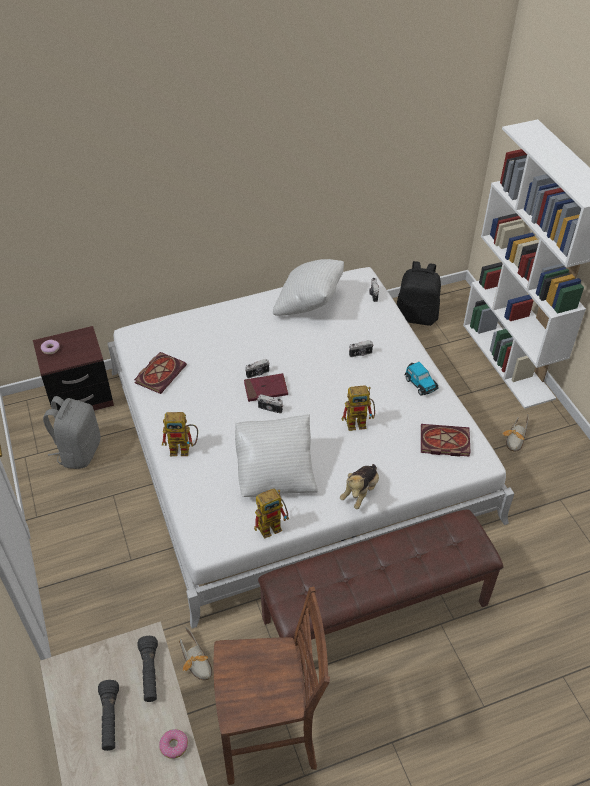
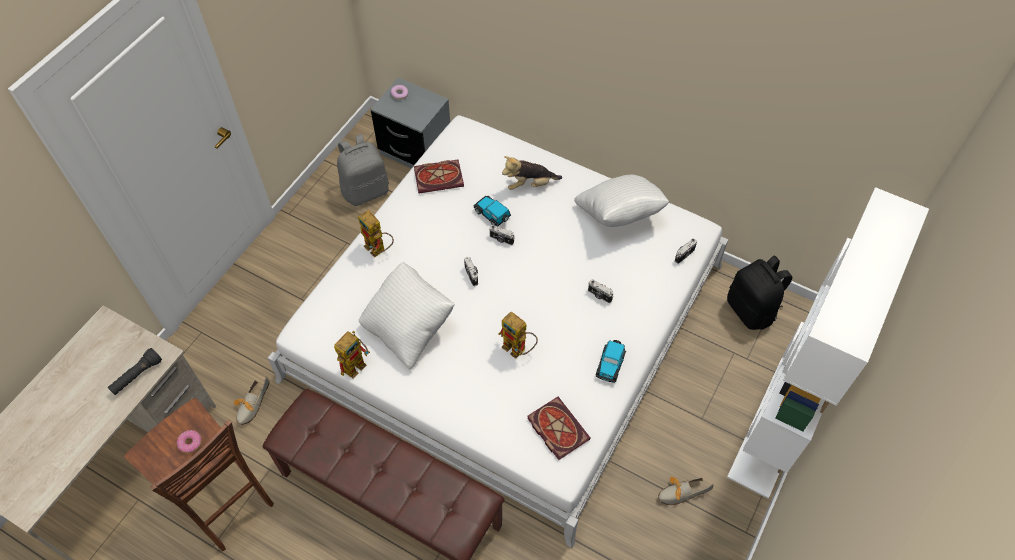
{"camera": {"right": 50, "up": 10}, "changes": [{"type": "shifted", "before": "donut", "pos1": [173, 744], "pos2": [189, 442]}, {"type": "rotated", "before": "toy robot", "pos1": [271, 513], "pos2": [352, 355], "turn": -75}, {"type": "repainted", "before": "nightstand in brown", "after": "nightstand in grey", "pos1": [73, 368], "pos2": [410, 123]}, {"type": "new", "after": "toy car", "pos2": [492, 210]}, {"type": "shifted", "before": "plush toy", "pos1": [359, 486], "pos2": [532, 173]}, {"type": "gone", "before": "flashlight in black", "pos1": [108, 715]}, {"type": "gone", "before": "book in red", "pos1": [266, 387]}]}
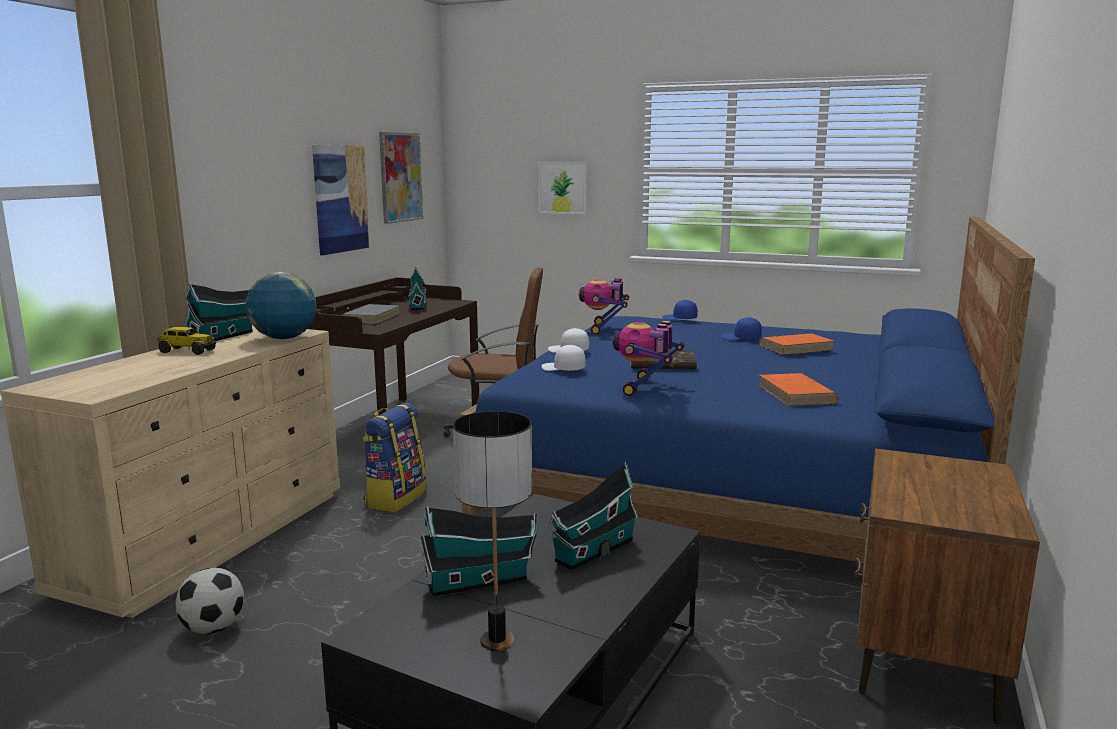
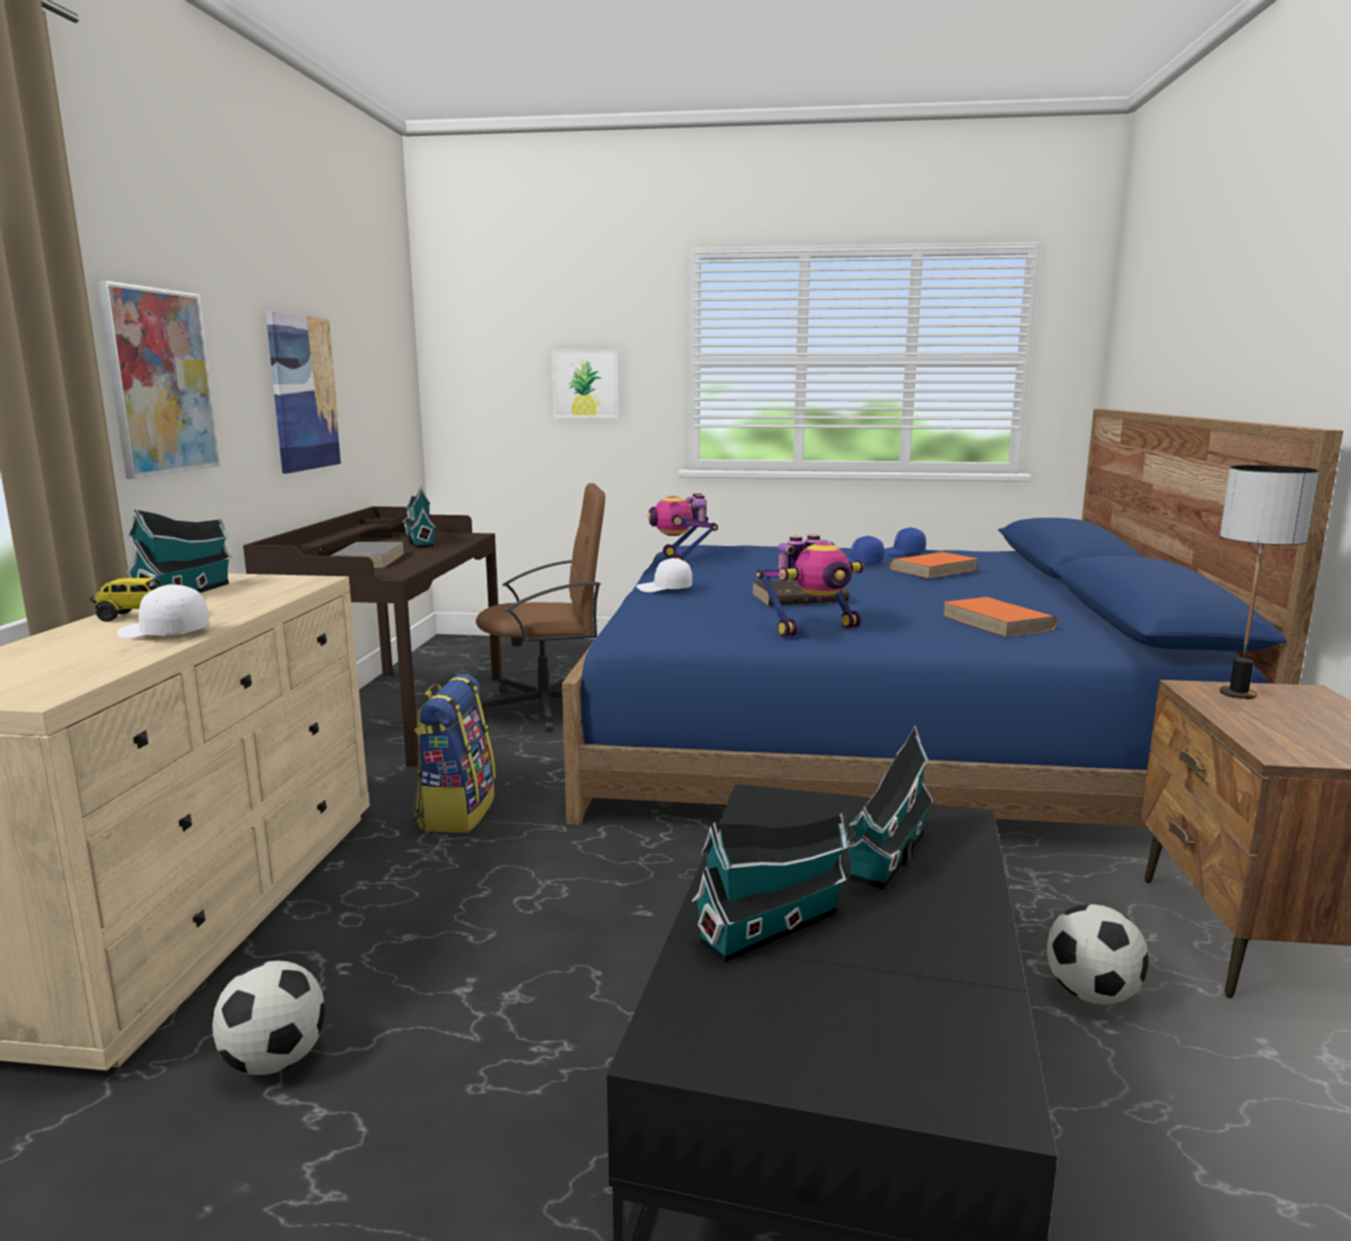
{"camera": {"right": -15, "up": 0}, "changes": [{"type": "shifted", "before": "picture", "pos1": [401, 178], "pos2": [158, 379]}, {"type": "shifted", "before": "cap in white", "pos1": [564, 358], "pos2": [163, 611]}, {"type": "rotated", "before": "toy robot", "pos1": [649, 358], "pos2": [810, 585], "turn": -120}, {"type": "shifted", "before": "cap in blue", "pos1": [680, 310], "pos2": [905, 541]}, {"type": "new", "after": "football", "pos2": [1098, 954]}, {"type": "shifted", "before": "table lamp", "pos1": [492, 531], "pos2": [1269, 582]}, {"type": "gone", "before": "globe", "pos1": [281, 305]}]}
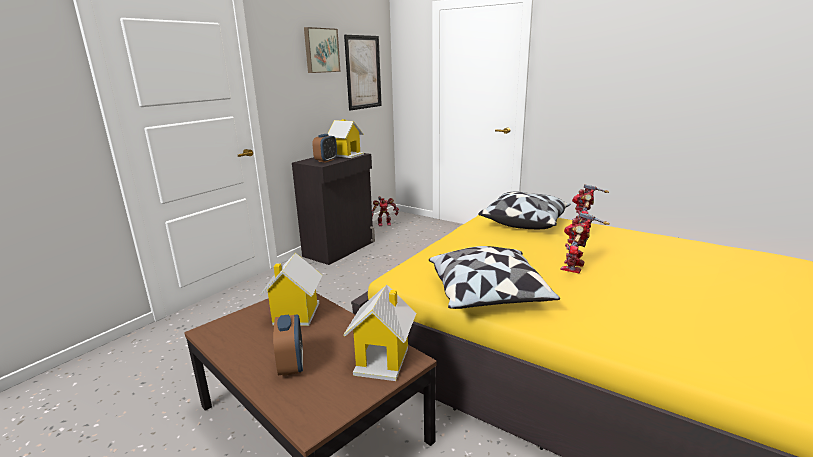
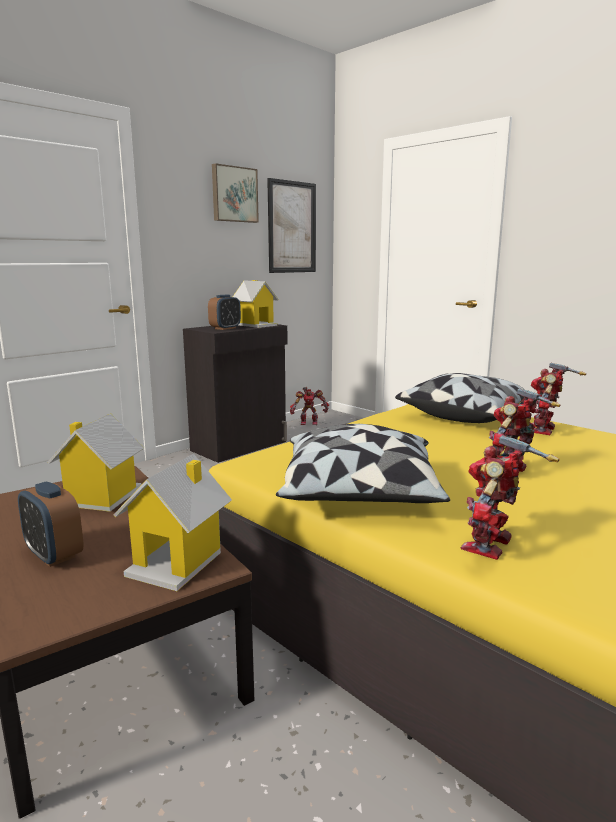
{"camera": {"right": 10, "up": -5}, "changes": [{"type": "rotated", "before": "alarm clock", "pos1": [288, 345], "pos2": [51, 524], "turn": 135}, {"type": "new", "after": "toy robot", "pos2": [509, 497]}]}
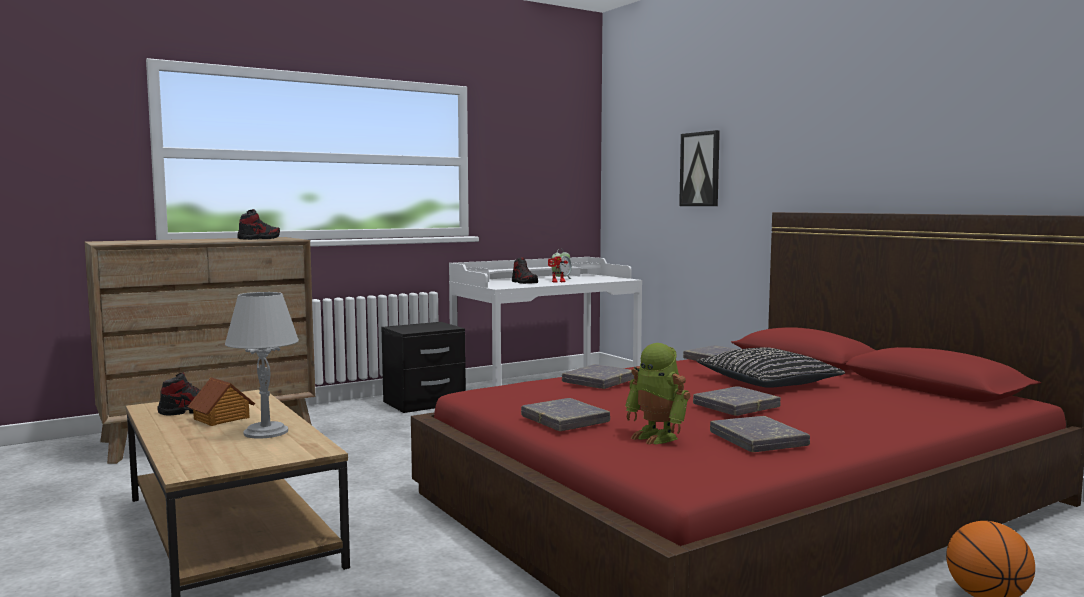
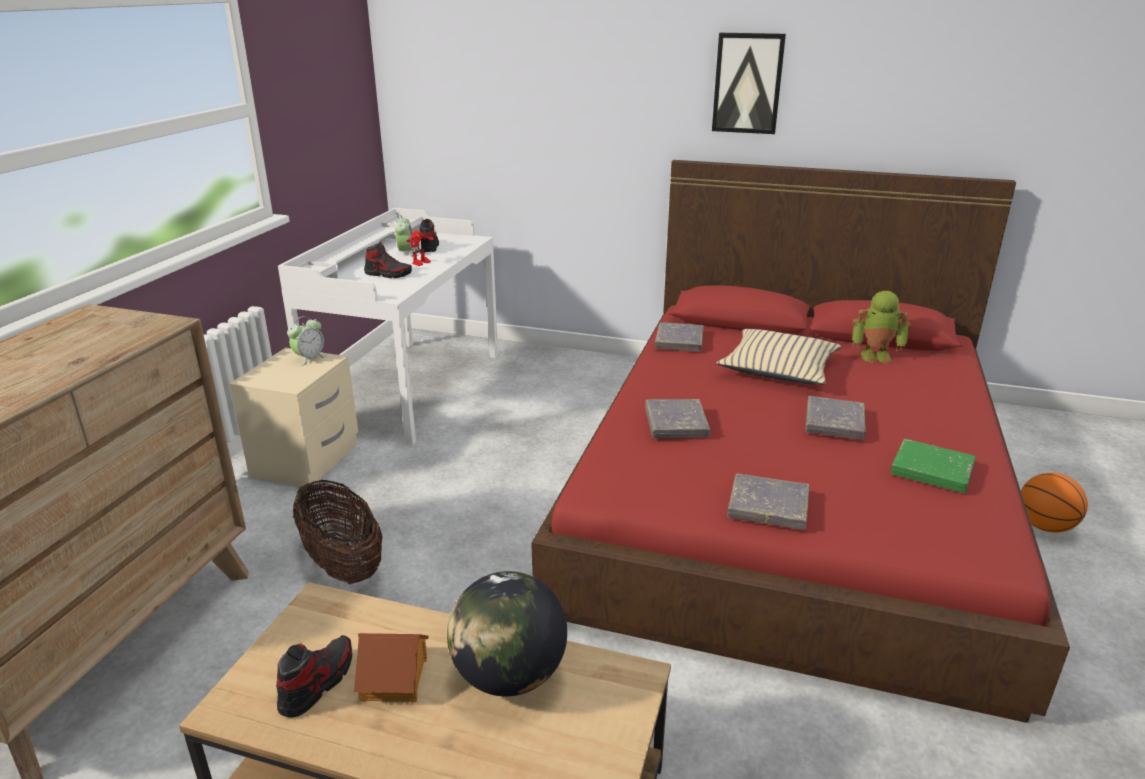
{"camera": {"right": -40, "up": 20}, "changes": [{"type": "repainted", "before": "nightstand in black", "after": "nightstand in beige", "pos1": [424, 367], "pos2": [294, 417]}, {"type": "new", "after": "alarm clock", "pos2": [307, 341]}, {"type": "new", "after": "basket", "pos2": [338, 531]}, {"type": "shifted", "before": "shoe", "pos1": [258, 224], "pos2": [429, 235]}, {"type": "swapped", "before": "table lamp in grey", "after": "globe", "pos1": [262, 365], "pos2": [507, 634]}, {"type": "shifted", "before": "picture", "pos1": [699, 168], "pos2": [749, 83]}, {"type": "repainted", "before": "pillow in black", "after": "pillow in beige", "pos1": [770, 367], "pos2": [779, 357]}, {"type": "shifted", "before": "toy robot", "pos1": [657, 394], "pos2": [881, 327]}, {"type": "repainted", "before": "book in grey", "after": "book in green", "pos1": [760, 434], "pos2": [933, 466]}]}
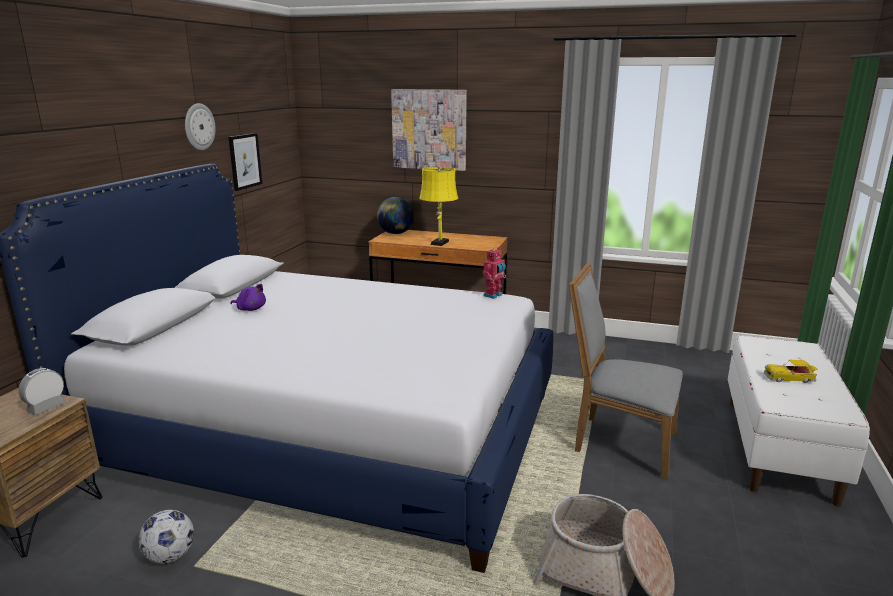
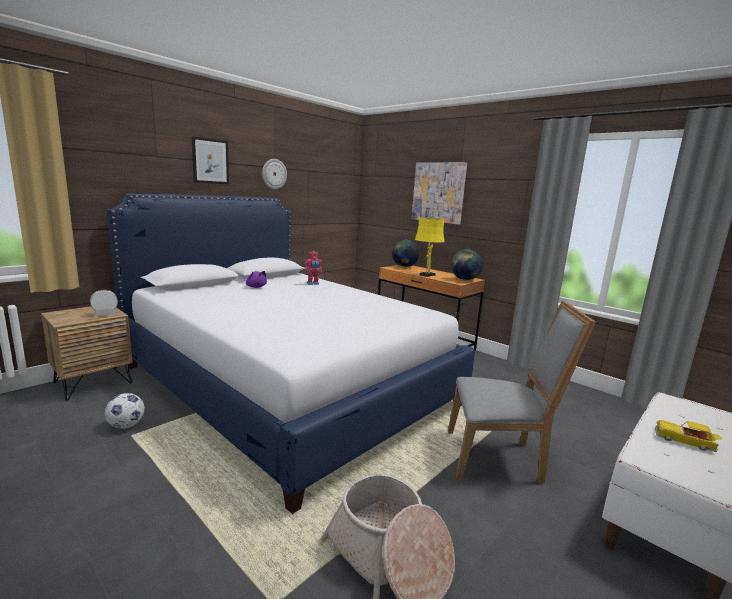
{"camera": {"right": 25, "up": -5}, "changes": [{"type": "shifted", "before": "picture", "pos1": [245, 162], "pos2": [210, 160]}, {"type": "shifted", "before": "toy robot", "pos1": [494, 273], "pos2": [313, 268]}, {"type": "rotated", "before": "chair in grey", "pos1": [626, 371], "pos2": [522, 392], "turn": 135}, {"type": "new", "after": "globe", "pos2": [467, 264]}]}
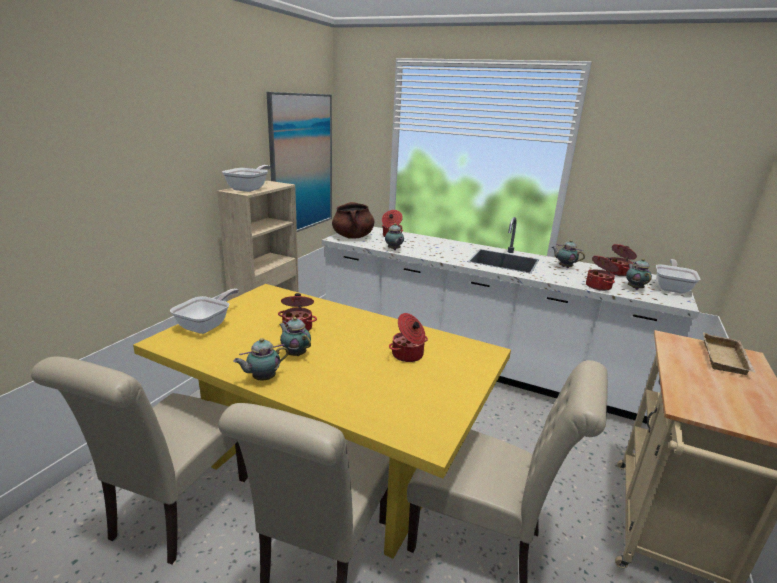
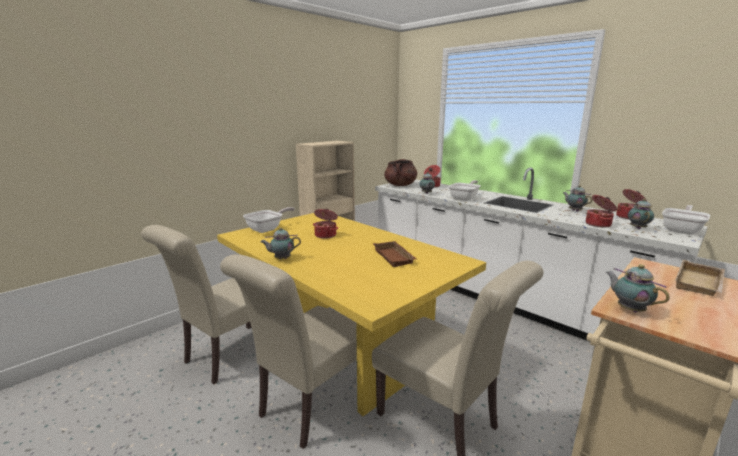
{"camera": {"right": 20, "up": -5}, "changes": [{"type": "swapped", "before": "cooking pot", "after": "tray in brown", "pos1": [408, 337], "pos2": [395, 254]}, {"type": "shifted", "before": "frying pan", "pos1": [246, 178], "pos2": [464, 190]}, {"type": "shifted", "before": "teapot", "pos1": [295, 336], "pos2": [638, 288]}, {"type": "gone", "before": "picture", "pos1": [299, 162]}]}
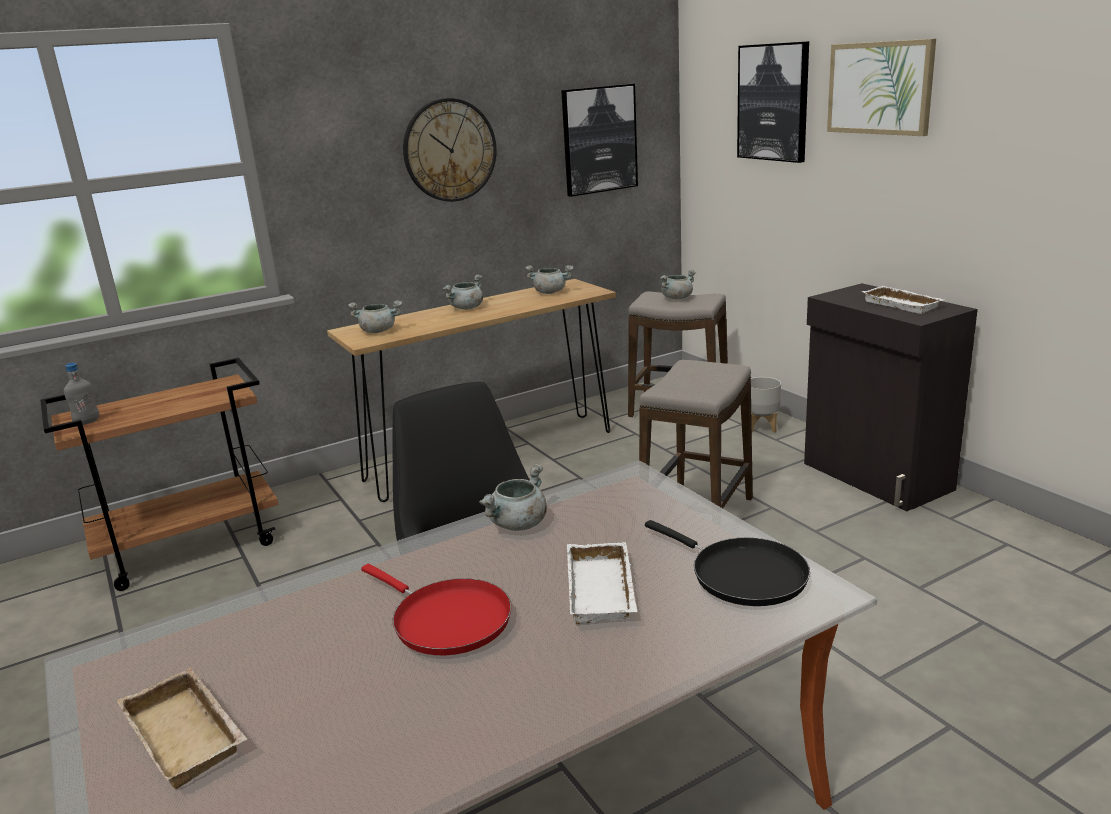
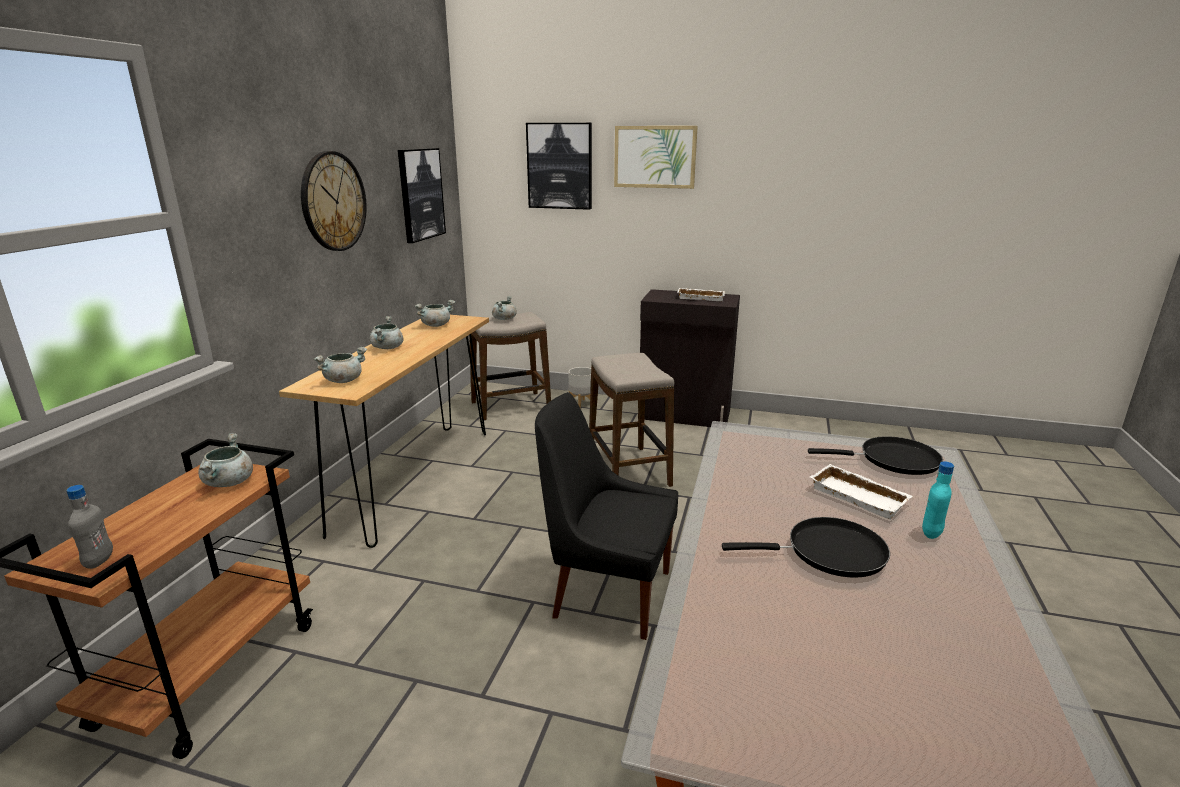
{"camera": {"right": -45, "up": 0}, "changes": [{"type": "shifted", "before": "cooking pot in grey", "pos1": [513, 497], "pos2": [225, 460]}, {"type": "repainted", "before": "frying pan in red", "after": "frying pan in black", "pos1": [436, 609], "pos2": [806, 547]}, {"type": "new", "after": "bottle in turquoise", "pos2": [938, 500]}, {"type": "gone", "before": "tray in beige", "pos1": [182, 728]}]}
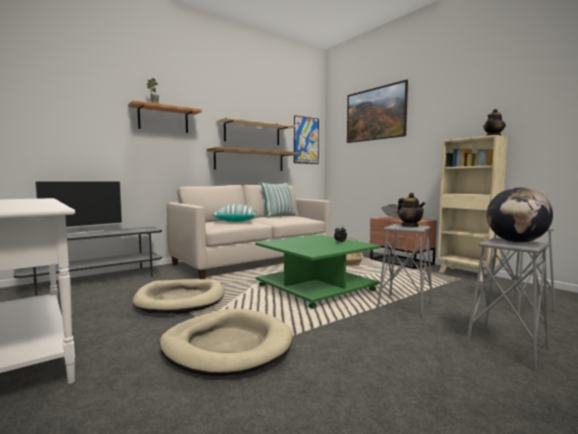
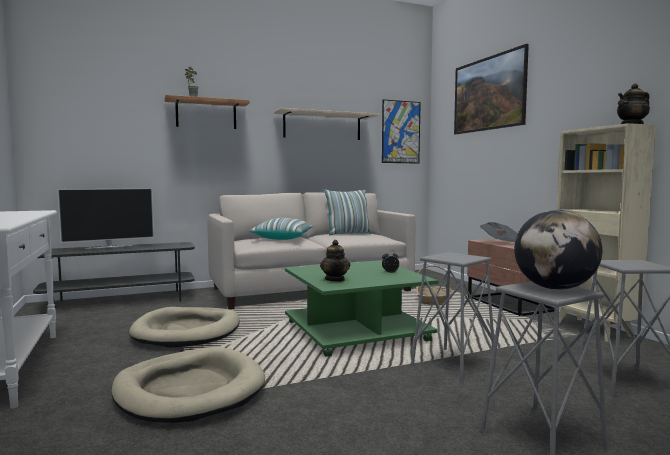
{"camera": {"right": 15, "up": 0}, "changes": [{"type": "shifted", "before": "teapot", "pos1": [411, 210], "pos2": [335, 261]}, {"type": "gone", "before": "shelf", "pos1": [253, 159]}]}
